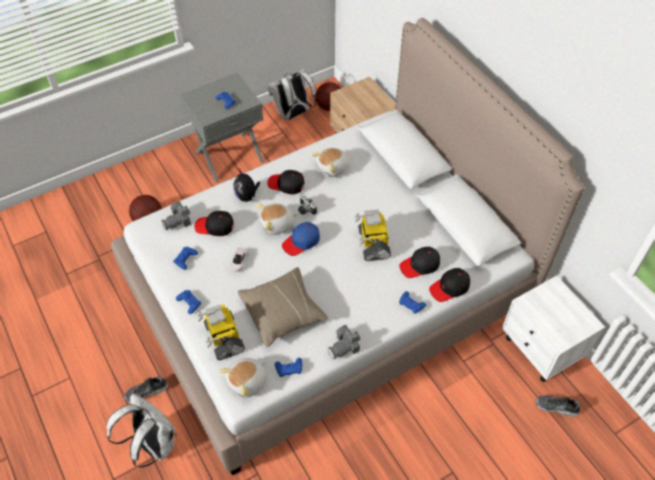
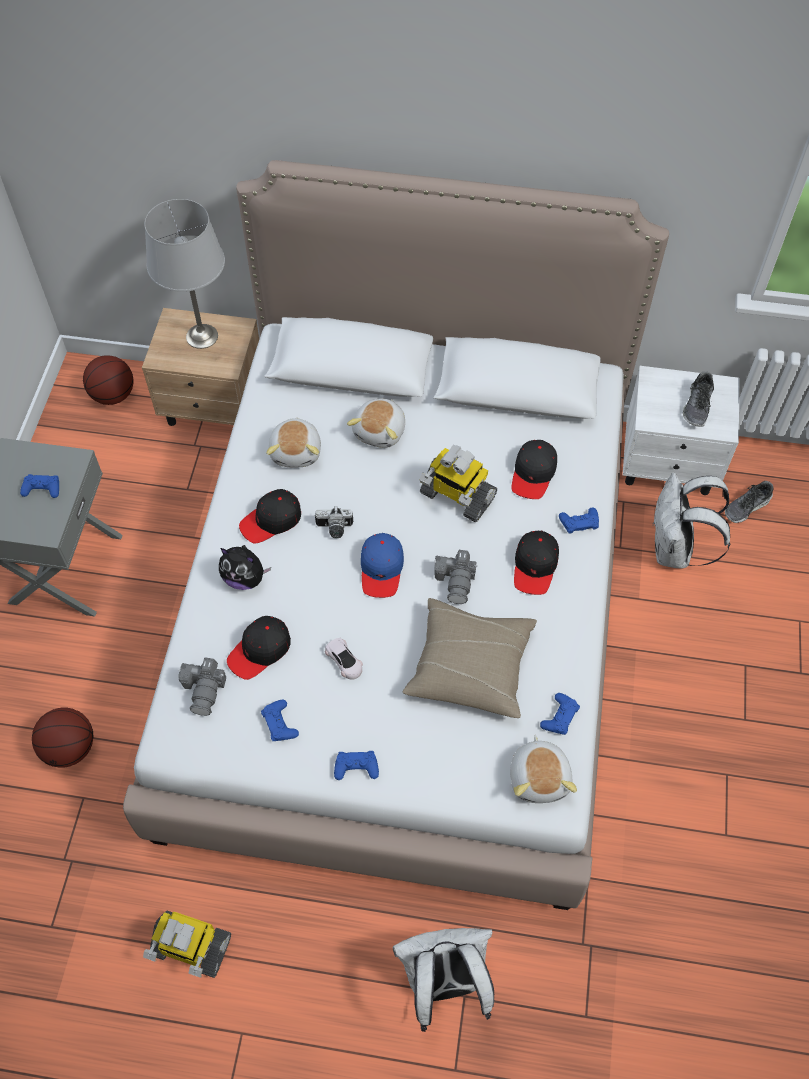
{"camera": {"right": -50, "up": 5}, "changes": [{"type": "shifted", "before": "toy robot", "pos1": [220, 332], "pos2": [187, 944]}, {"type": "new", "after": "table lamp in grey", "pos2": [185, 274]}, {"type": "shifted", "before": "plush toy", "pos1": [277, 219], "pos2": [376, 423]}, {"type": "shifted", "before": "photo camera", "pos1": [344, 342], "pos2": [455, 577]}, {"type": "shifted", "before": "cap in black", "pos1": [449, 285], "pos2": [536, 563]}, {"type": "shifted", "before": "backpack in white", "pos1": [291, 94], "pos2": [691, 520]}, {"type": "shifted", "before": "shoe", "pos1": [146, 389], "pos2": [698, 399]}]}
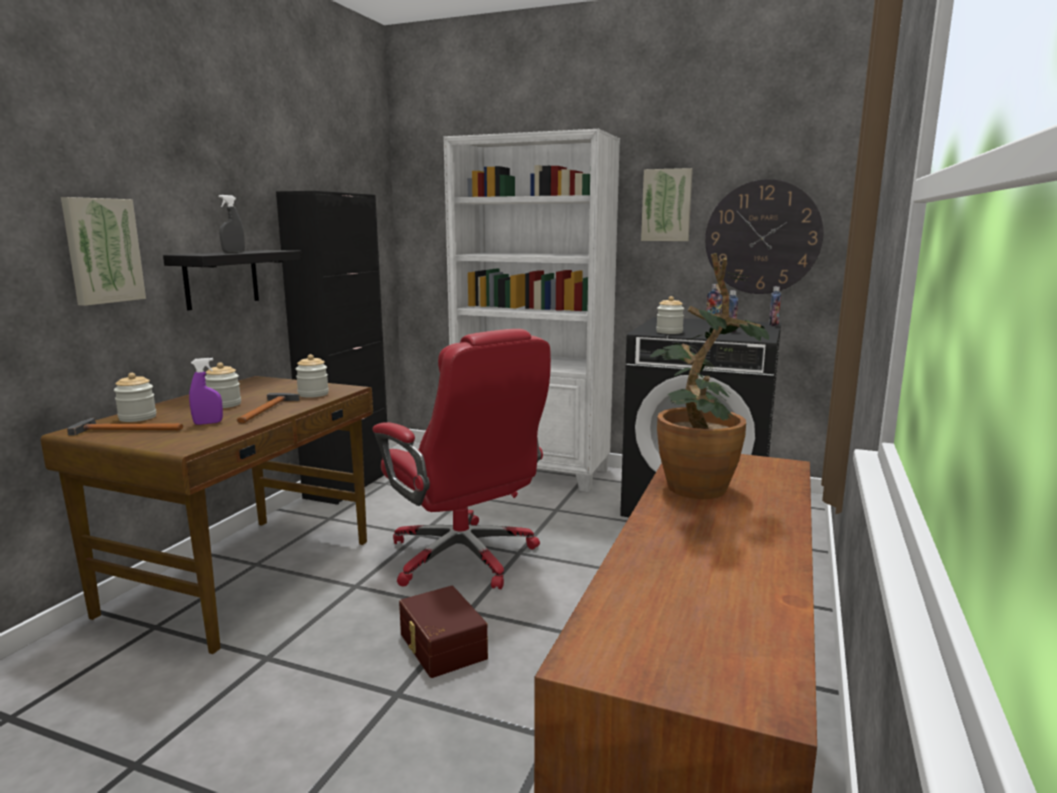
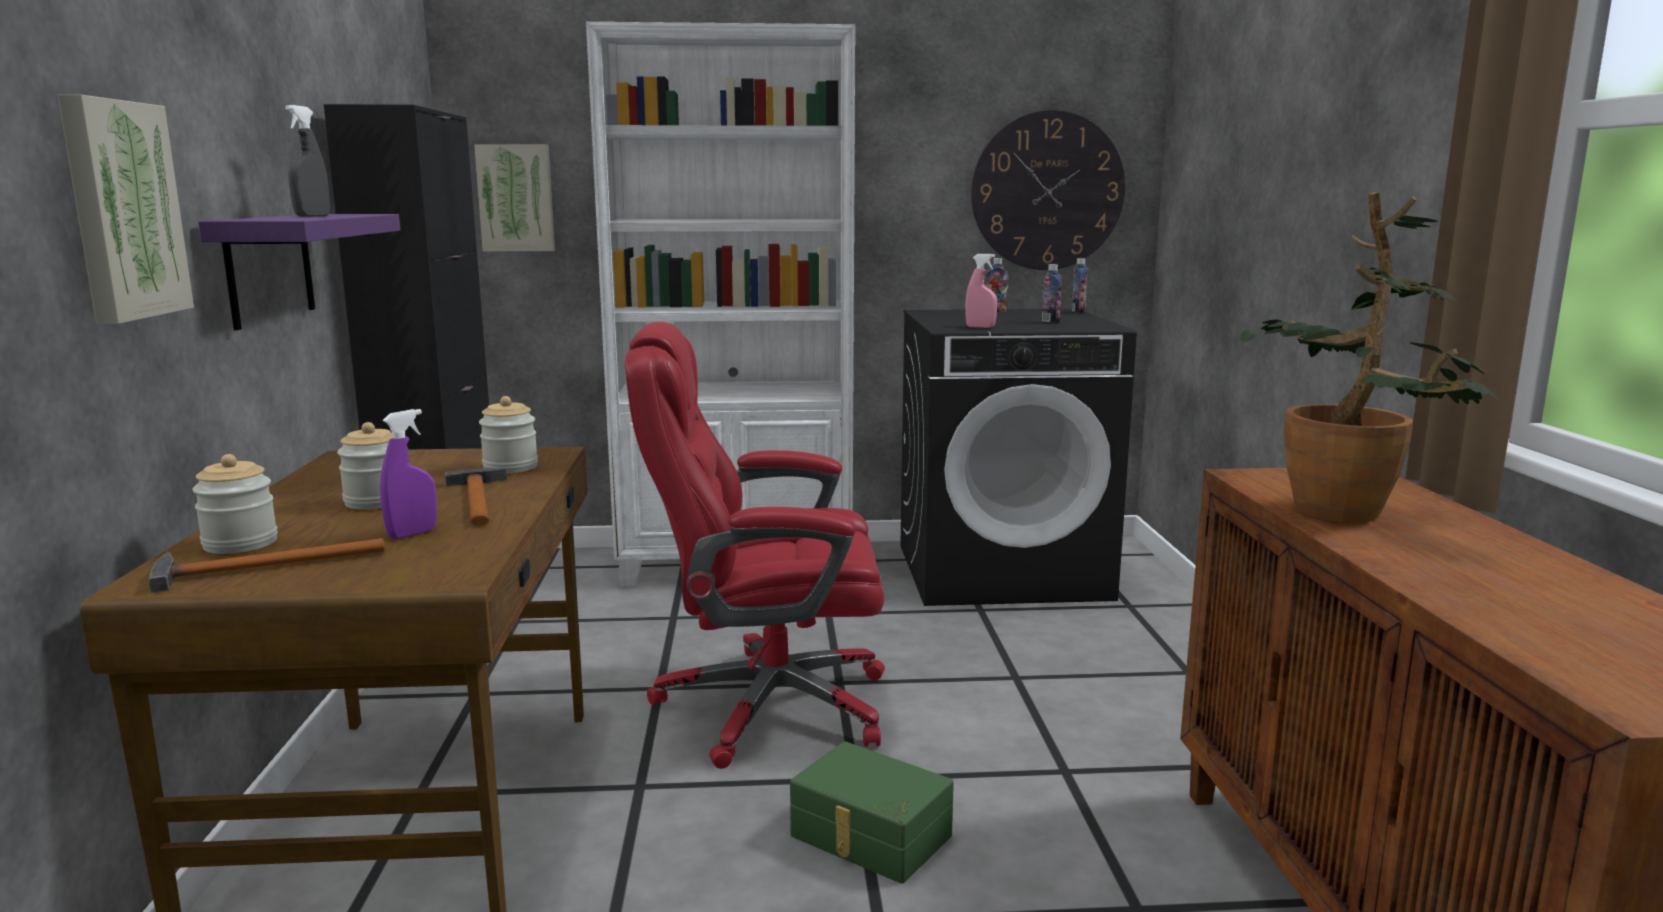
{"camera": {"right": -25, "up": 0}, "changes": [{"type": "repainted", "before": "shelf in black", "after": "shelf in purple", "pos1": [232, 280], "pos2": [299, 272]}, {"type": "shifted", "before": "picture", "pos1": [667, 204], "pos2": [514, 197]}, {"type": "rotated", "before": "office chair in red", "pos1": [461, 459], "pos2": [755, 545], "turn": 150}, {"type": "repainted", "before": "storage box in brown", "after": "storage box in green", "pos1": [443, 632], "pos2": [872, 812]}, {"type": "swapped", "before": "jar", "after": "spray bottle in pink", "pos1": [670, 315], "pos2": [981, 291]}]}
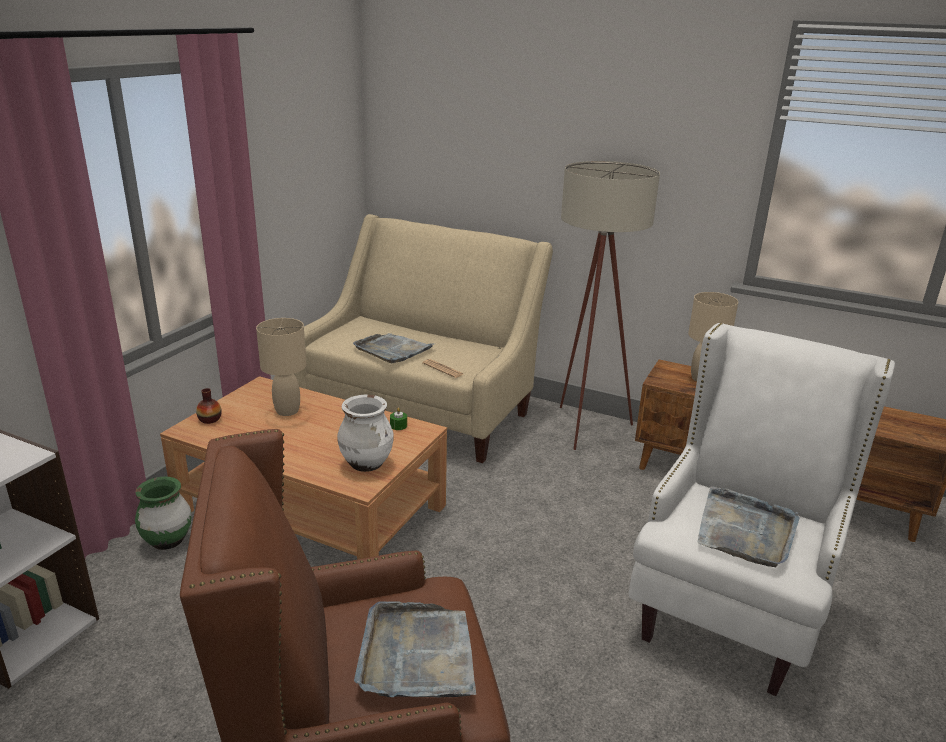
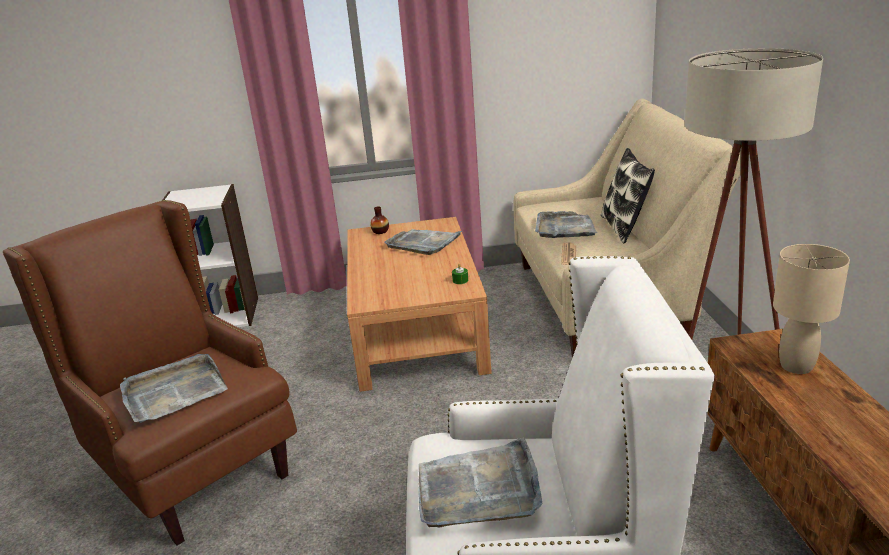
{"camera": {"right": 60, "up": 0}, "changes": [{"type": "swapped", "before": "table lamp in beige", "after": "tray in grey", "pos1": [281, 367], "pos2": [423, 242]}, {"type": "new", "after": "pillow", "pos2": [628, 196]}, {"type": "gone", "before": "vase in green", "pos1": [163, 513]}, {"type": "gone", "before": "vase in white", "pos1": [365, 433]}]}
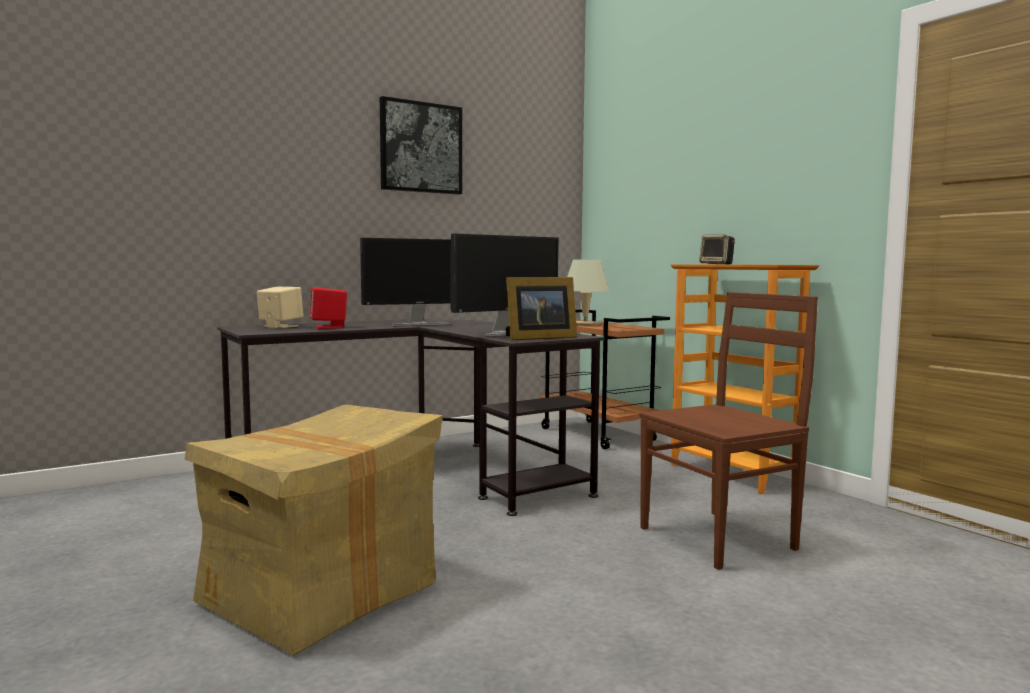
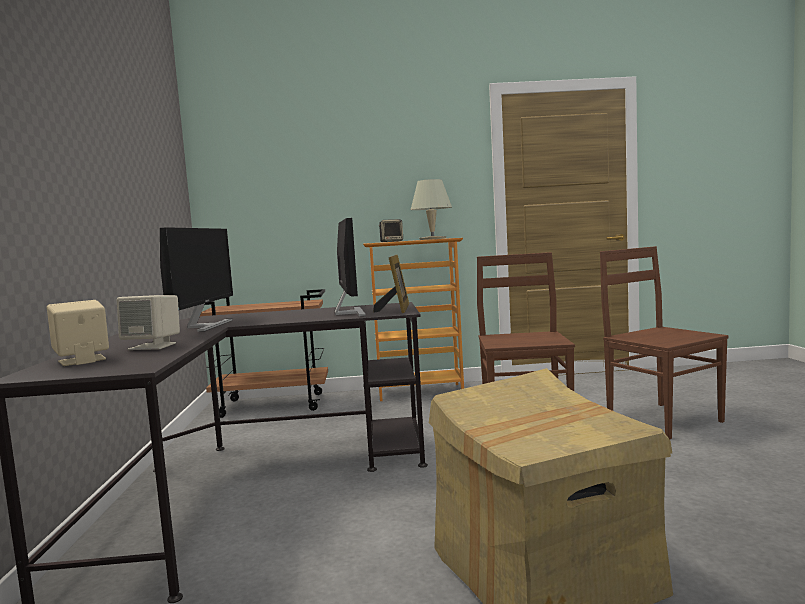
{"camera": {"right": -60, "up": 0}, "changes": [{"type": "repainted", "before": "speaker in red", "after": "speaker in beige", "pos1": [328, 308], "pos2": [148, 322]}, {"type": "shifted", "before": "table lamp in beige", "pos1": [588, 292], "pos2": [431, 209]}, {"type": "new", "after": "chair in brown", "pos2": [664, 342]}, {"type": "gone", "before": "picture", "pos1": [421, 145]}]}
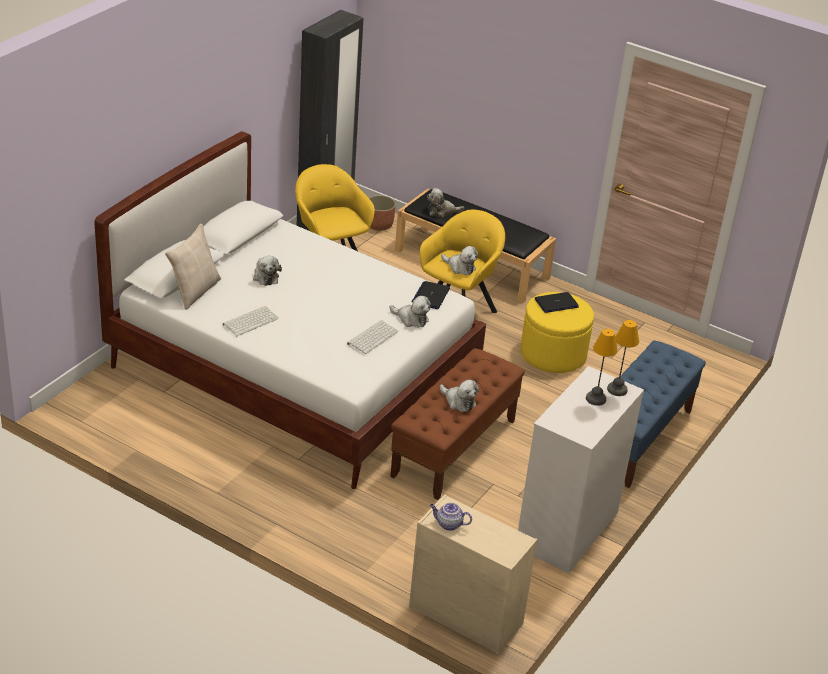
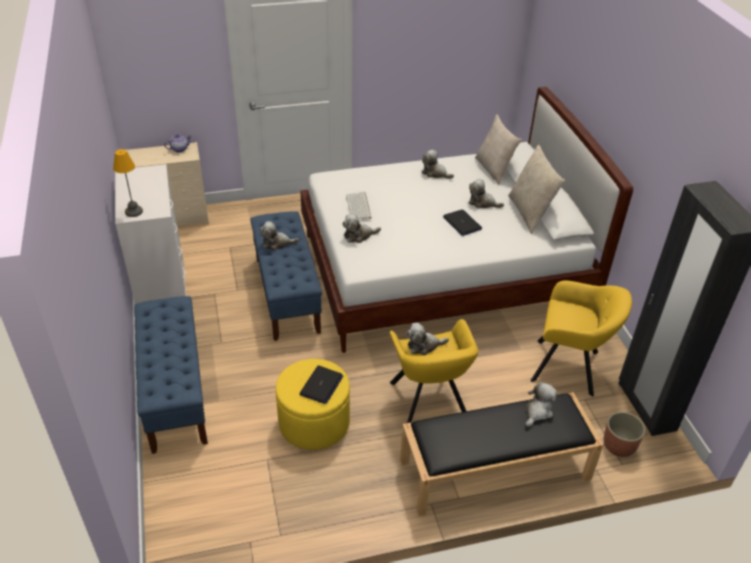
{"camera": {"right": 135, "up": 5}, "changes": [{"type": "repainted", "before": "bench in brown", "after": "bench in blue", "pos1": [457, 424], "pos2": [286, 276]}, {"type": "swapped", "before": "keyboard", "after": "plush toy", "pos1": [251, 321], "pos2": [438, 164]}, {"type": "shifted", "before": "laptop", "pos1": [431, 295], "pos2": [462, 223]}, {"type": "new", "after": "pillow in beige", "pos2": [536, 189]}, {"type": "gone", "before": "table lamp", "pos1": [602, 367]}]}
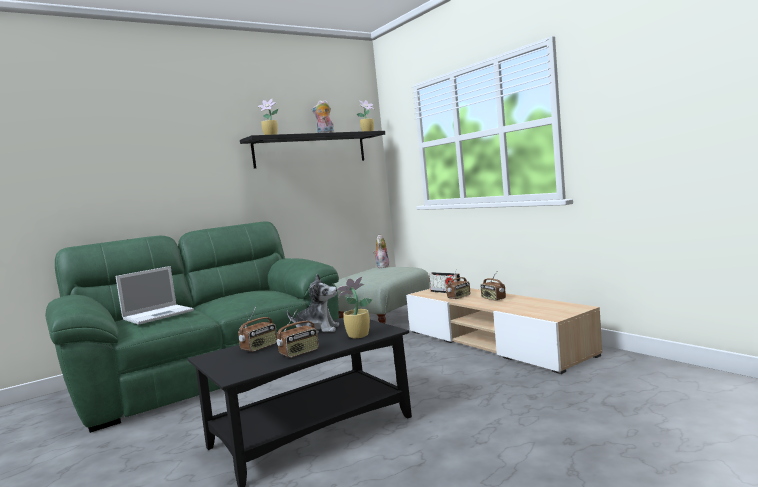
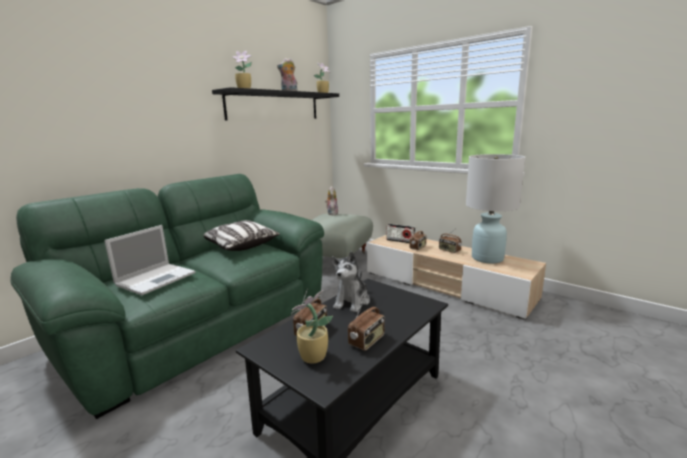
{"camera": {"right": -15, "up": 10}, "changes": [{"type": "new", "after": "pillow", "pos2": [242, 235]}, {"type": "shifted", "before": "potted plant", "pos1": [354, 307], "pos2": [312, 327]}, {"type": "rotated", "before": "plush toy", "pos1": [313, 303], "pos2": [351, 282], "turn": 120}, {"type": "new", "after": "table lamp in white", "pos2": [495, 209]}]}
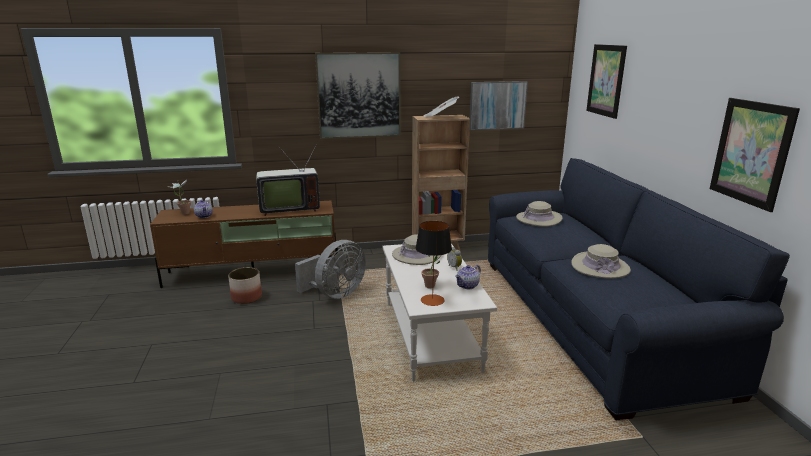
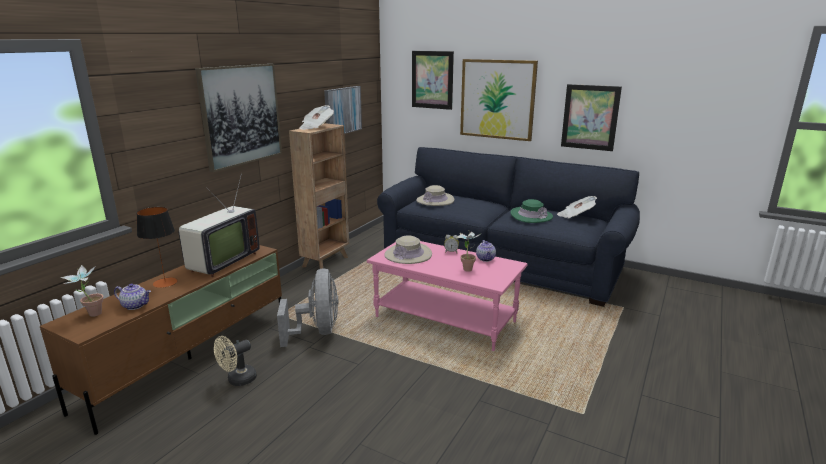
{"camera": {"right": -50, "up": 0}, "changes": [{"type": "shifted", "before": "table lamp", "pos1": [434, 263], "pos2": [157, 247]}, {"type": "swapped", "before": "planter", "after": "fan in beige", "pos1": [245, 285], "pos2": [235, 361]}, {"type": "repainted", "before": "coffee table in white", "after": "coffee table in pink", "pos1": [439, 312], "pos2": [447, 296]}, {"type": "new", "after": "picture", "pos2": [499, 100]}, {"type": "repainted", "before": "hat in beige", "after": "hat in green", "pos1": [601, 261], "pos2": [531, 211]}, {"type": "new", "after": "newspaper", "pos2": [577, 207]}]}
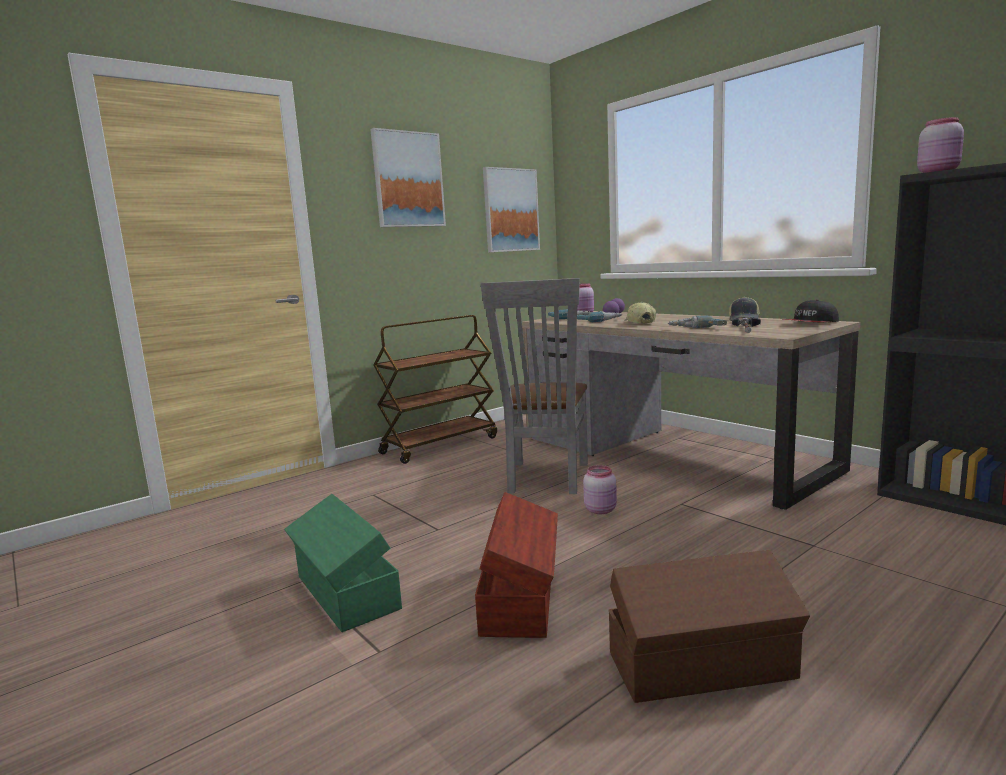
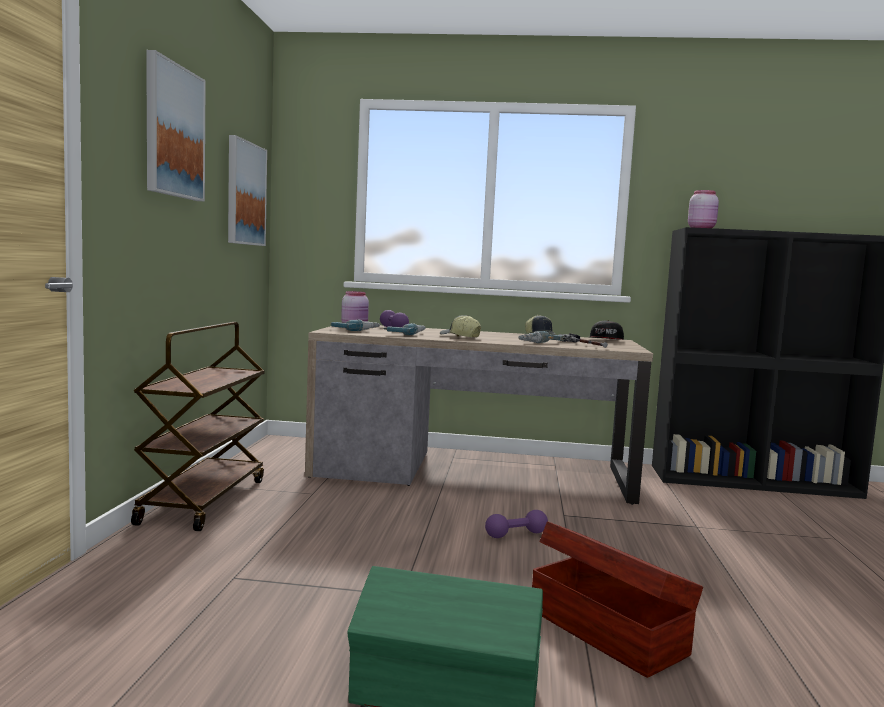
{"camera": {"right": -45, "up": -5}, "changes": [{"type": "swapped", "before": "jar in pink", "after": "dumbbell in purple", "pos1": [600, 489], "pos2": [516, 524]}, {"type": "gone", "before": "chair in grey", "pos1": [534, 386]}, {"type": "gone", "before": "storage box in brown", "pos1": [709, 626]}]}
